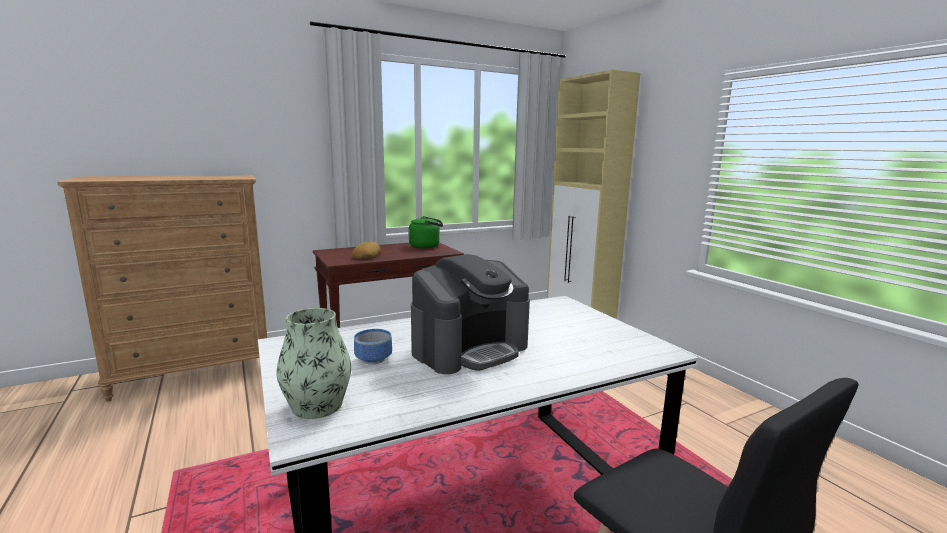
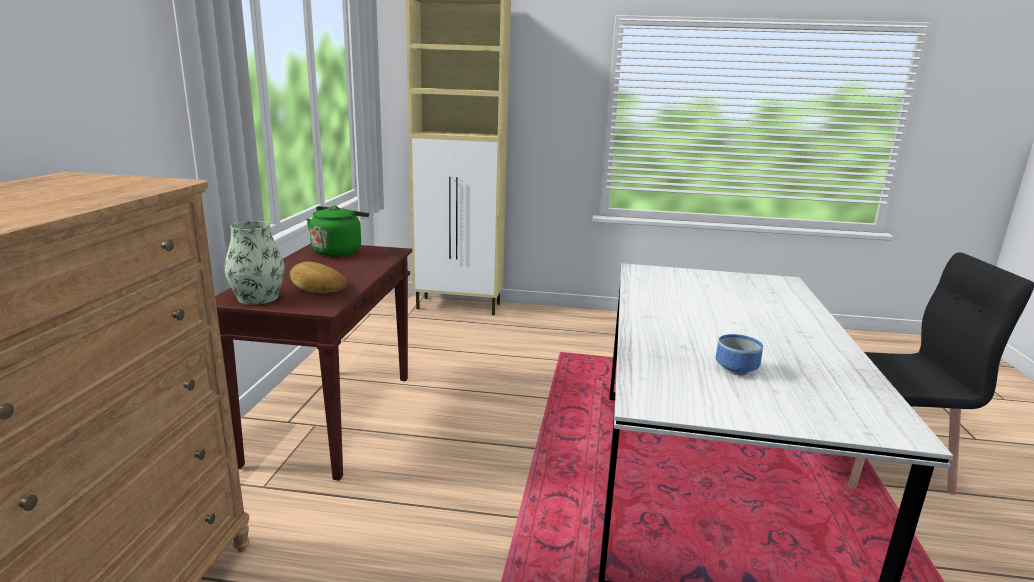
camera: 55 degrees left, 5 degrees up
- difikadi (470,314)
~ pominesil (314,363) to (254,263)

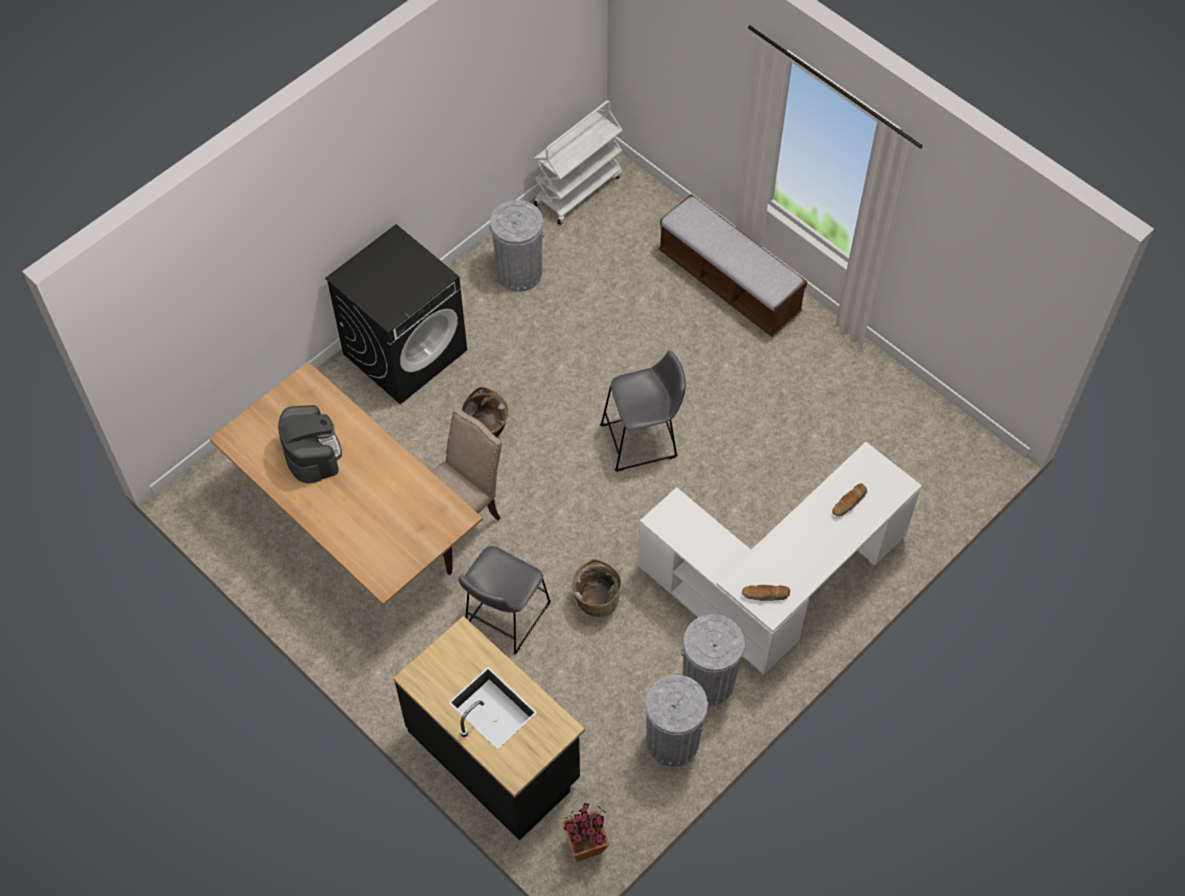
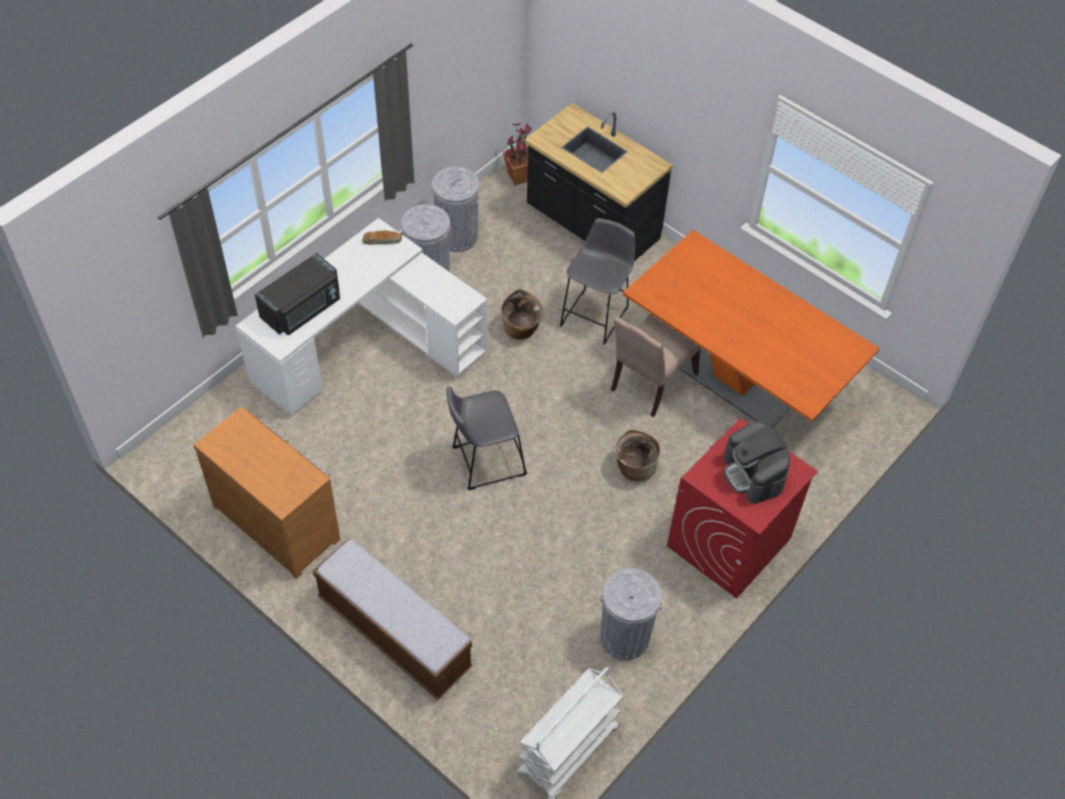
camera: 175 degrees right, 5 degrees down
~ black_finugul (396,314) to red_finugul (742,508)
~ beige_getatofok (346,483) to orange_getatofok (751,329)
~ difikadi (310,444) to (756,462)
~ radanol (849,499) to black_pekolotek (297,294)
+ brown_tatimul (266,493)

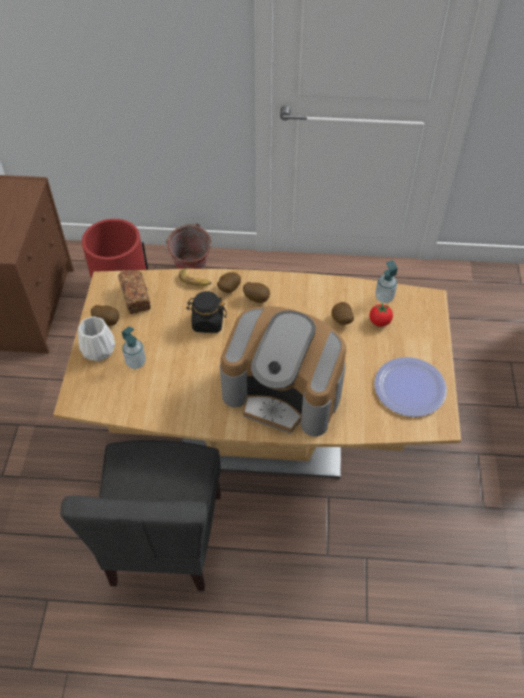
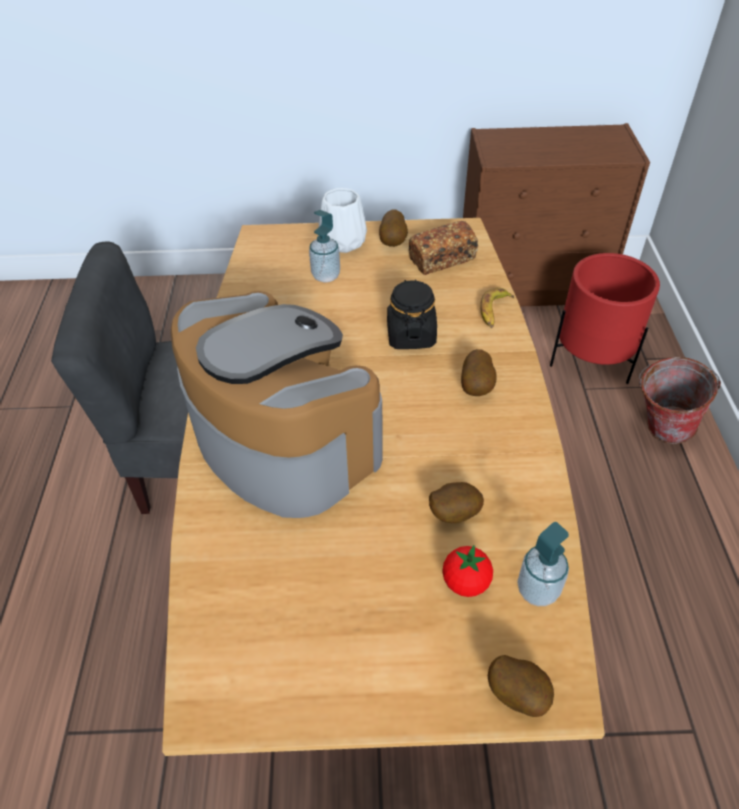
camera: 85 degrees right, 5 degrees down
~ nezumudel (229,282) to (521,686)
~ difikadi (283,371) = (276,404) 120 degrees clockwise
- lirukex (410,387)

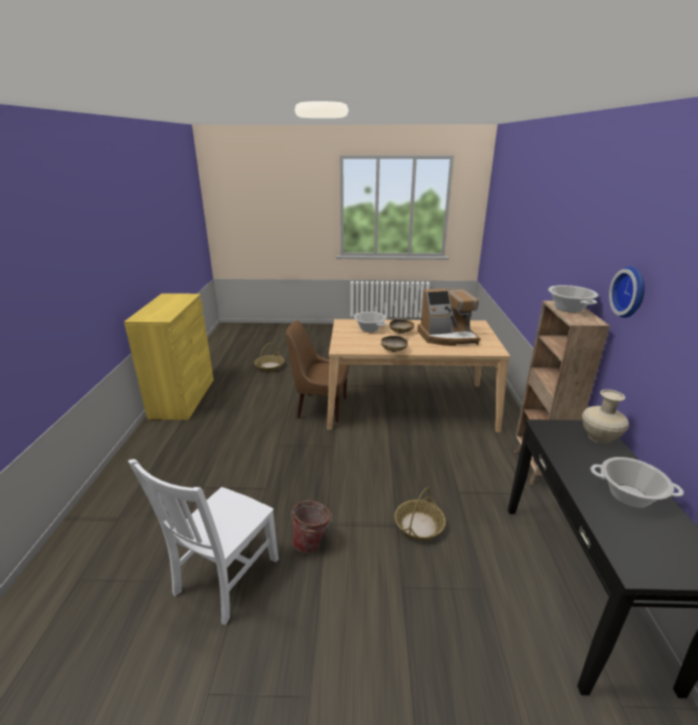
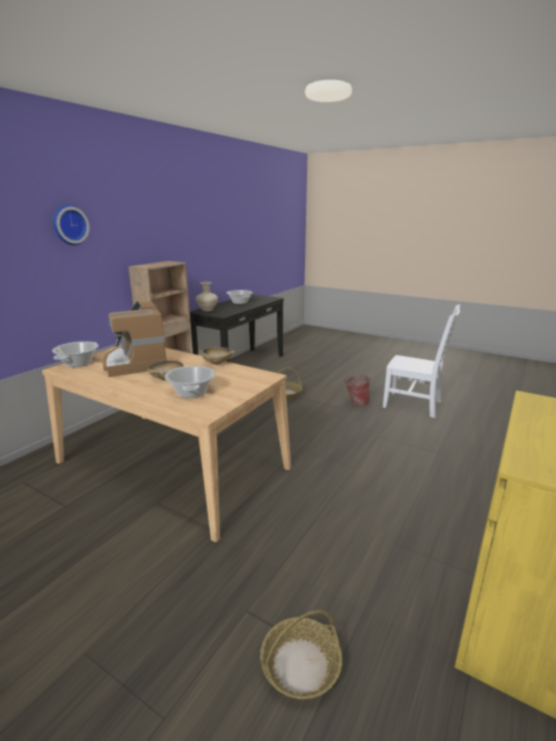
camera: 150 degrees left, 5 degrees down
~ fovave (627,292) to (71,225)
~ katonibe (573,299) to (75,354)
~ difikadi (449,317) = (135,339) 135 degrees counterclockwise
- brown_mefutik (317,371)
~ white_mefutik (203,542) = (421,361) 60 degrees clockwise

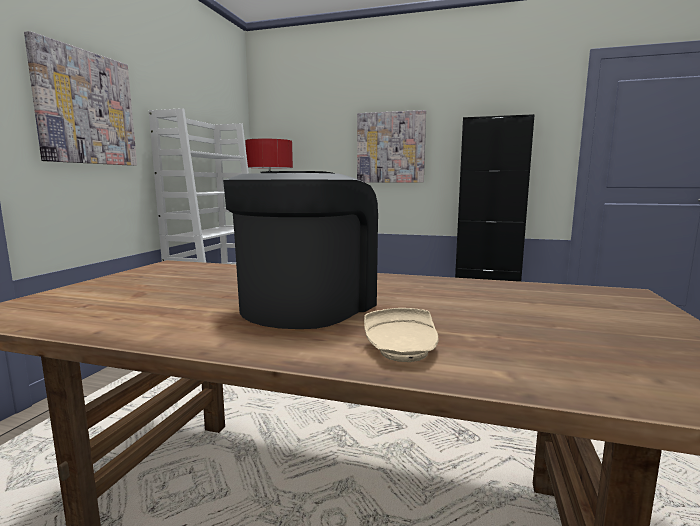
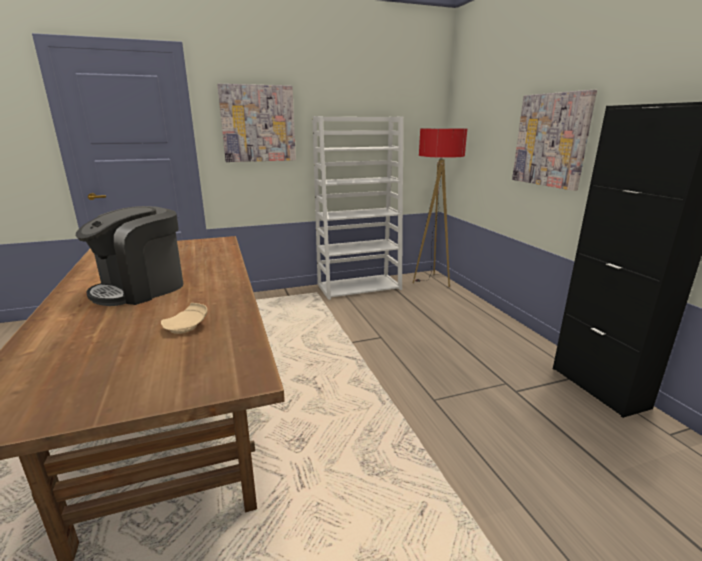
camera: 55 degrees right, 10 degrees up
~ difikadi (300,250) = (129,256) 135 degrees clockwise
~ beige_lirukex (401,335) to (184,318)

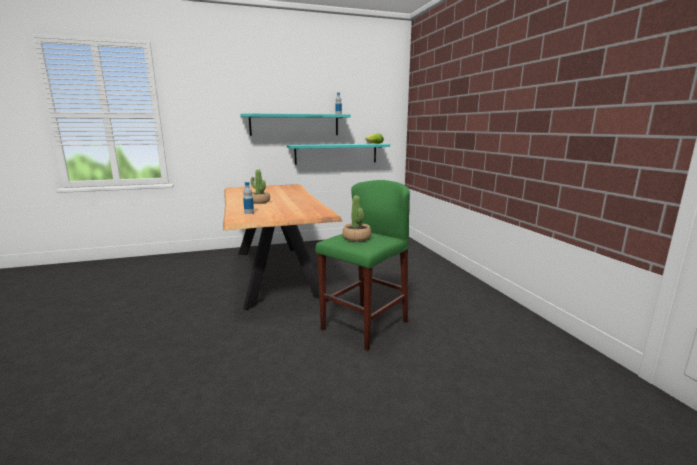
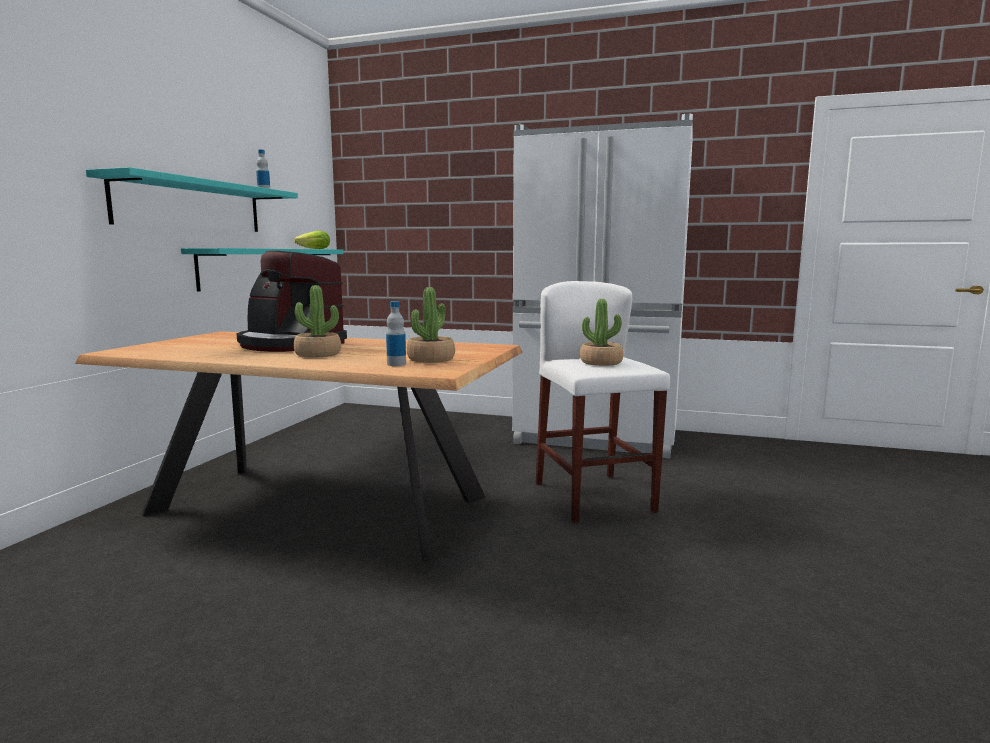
camera: 55 degrees left, 5 degrees down
~ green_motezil (362,265) to white_motezil (603,402)
+ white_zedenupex (602,285)
+ difikadi (291,301)
+ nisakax (431,325)

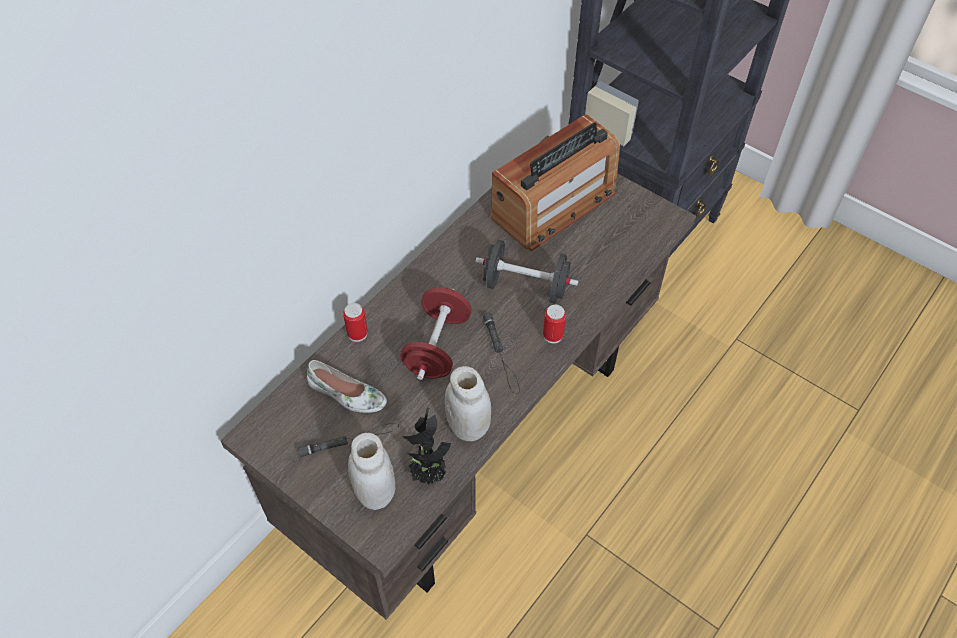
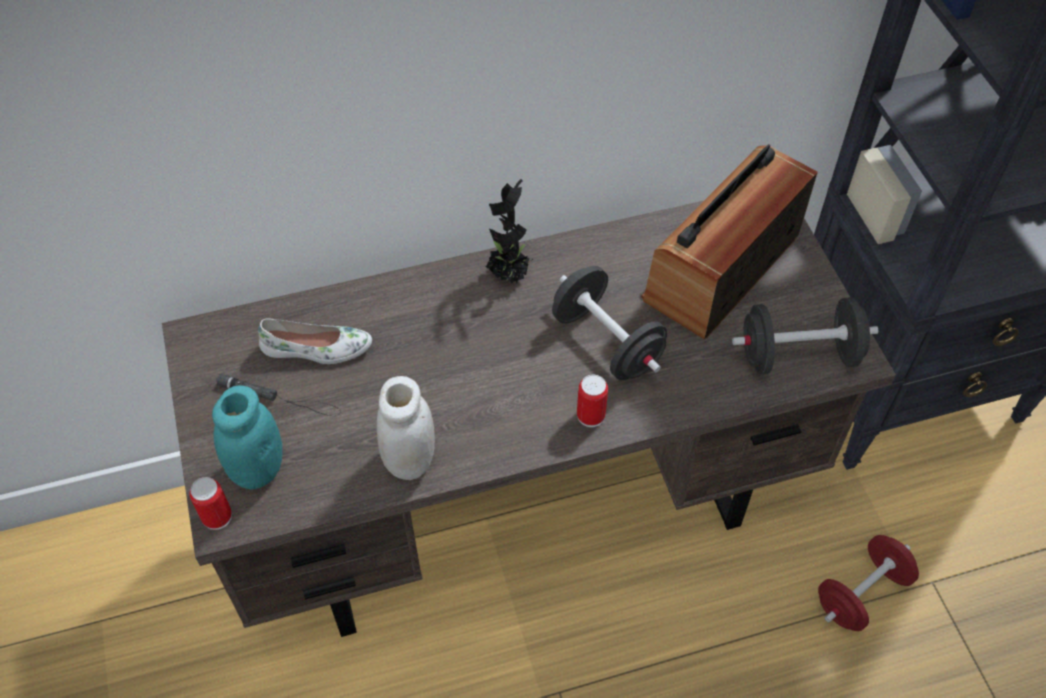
camera: 35 degrees right, 0 degrees up
~ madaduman (555,182) = (729,241) 135 degrees clockwise
~ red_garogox (436,334) to (868,583)
~ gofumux (355,322) to (210,503)
- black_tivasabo (501,353)
~ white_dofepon (347,386) = (315,341) 60 degrees counterclockwise
~ nisakax (426,446) to (509,231)
~ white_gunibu (372,471) to turquoise_gunibu (247,438)
+ black_garogox (805,335)

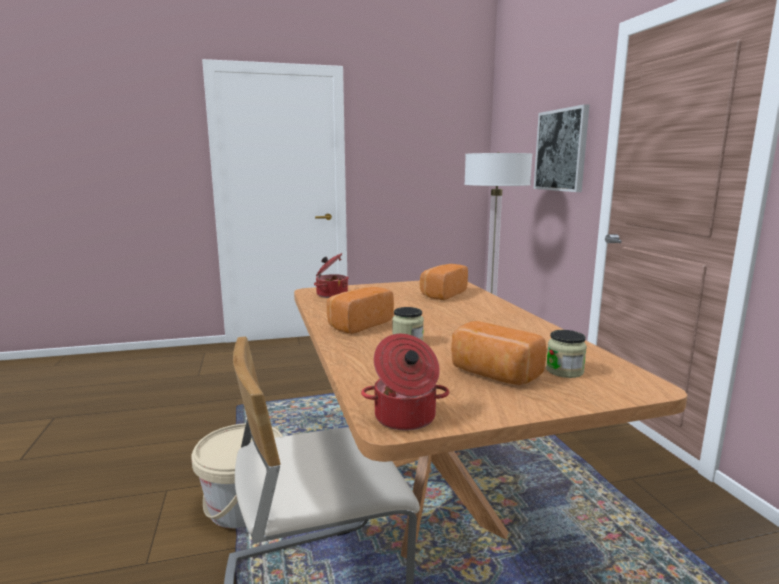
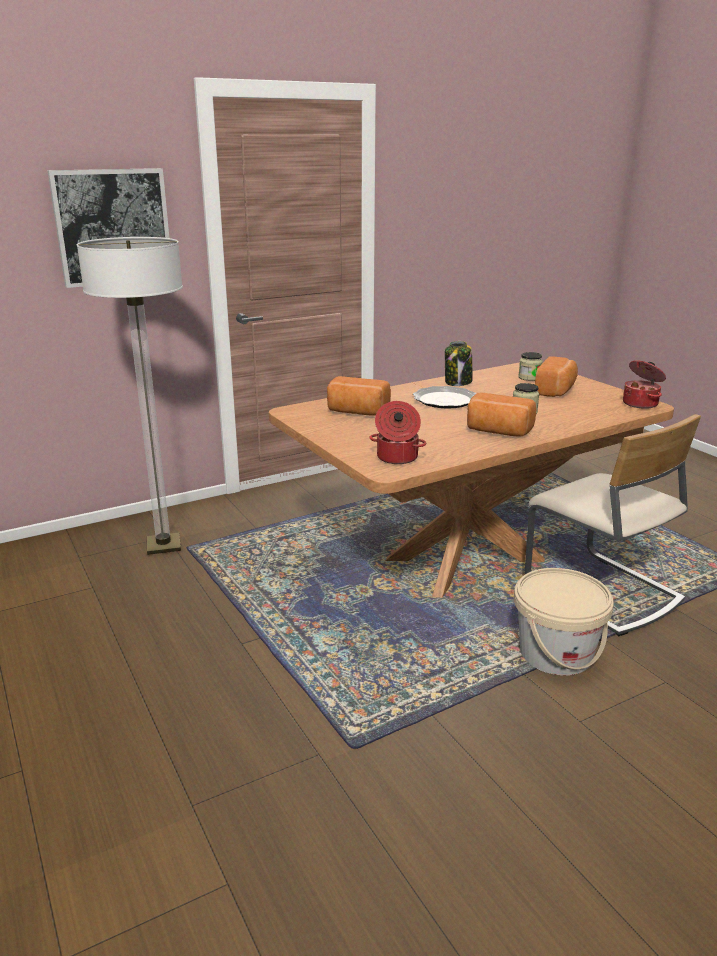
camera: 105 degrees left, 10 degrees up
+ gunibu (458,363)
+ lirukex (444,397)

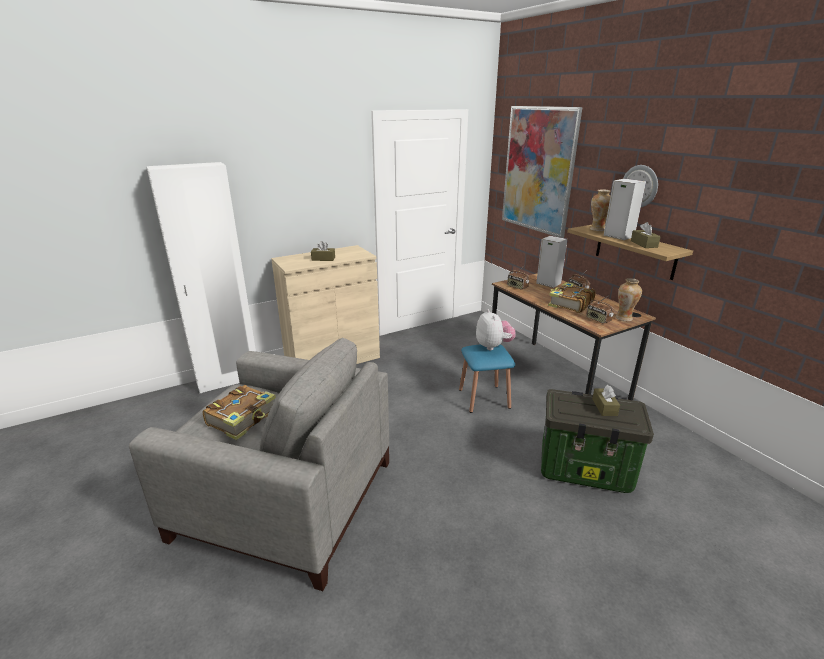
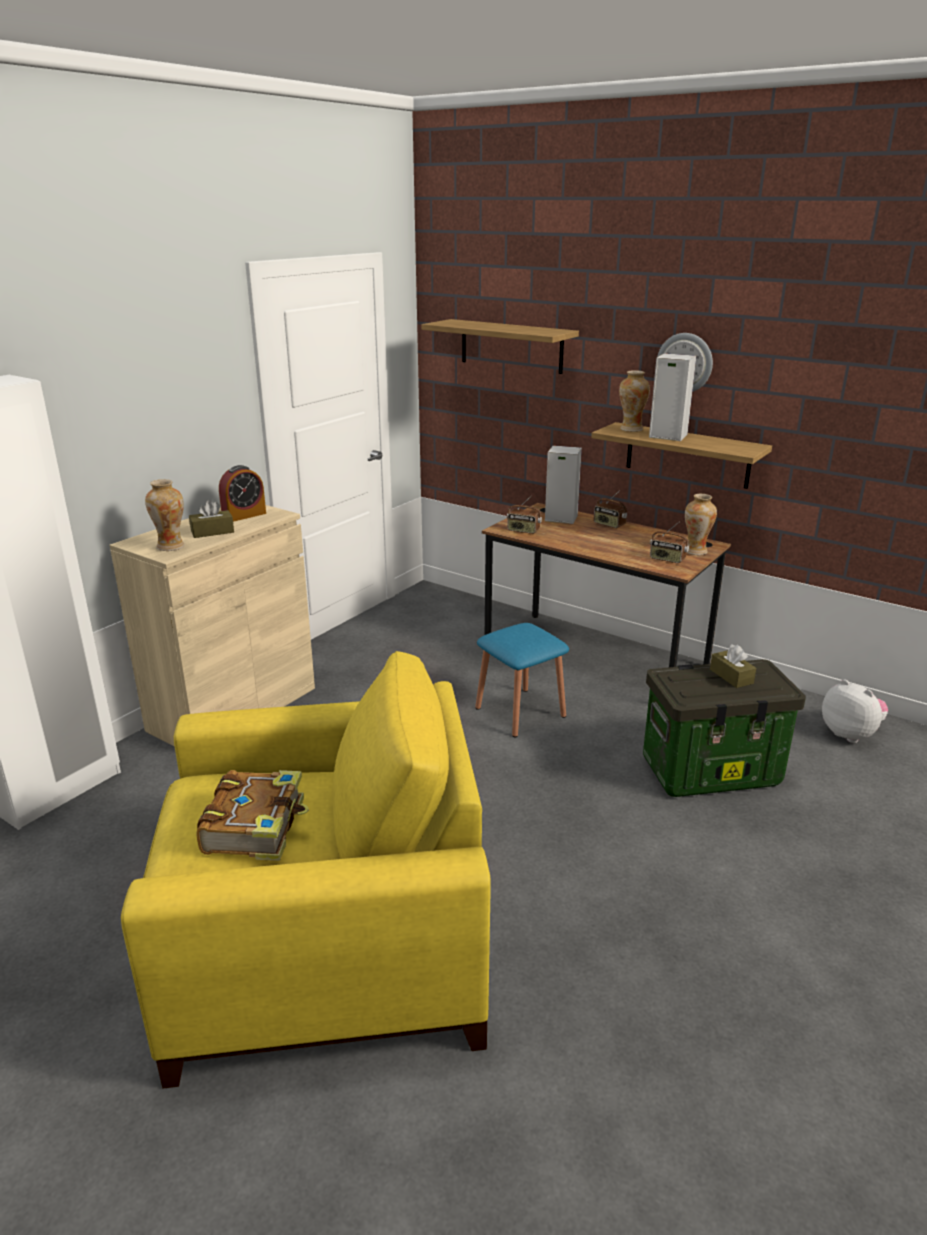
camera: 25 degrees left, 0 degrees up
~ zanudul (542,172) to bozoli (500,346)
- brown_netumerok (646,235)
- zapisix (572,297)
~ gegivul (496,329) to (855,711)
~ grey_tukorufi (259,464) to yellow_tukorufi (306,870)
+ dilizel (242,493)
+ pominesil (164,515)

